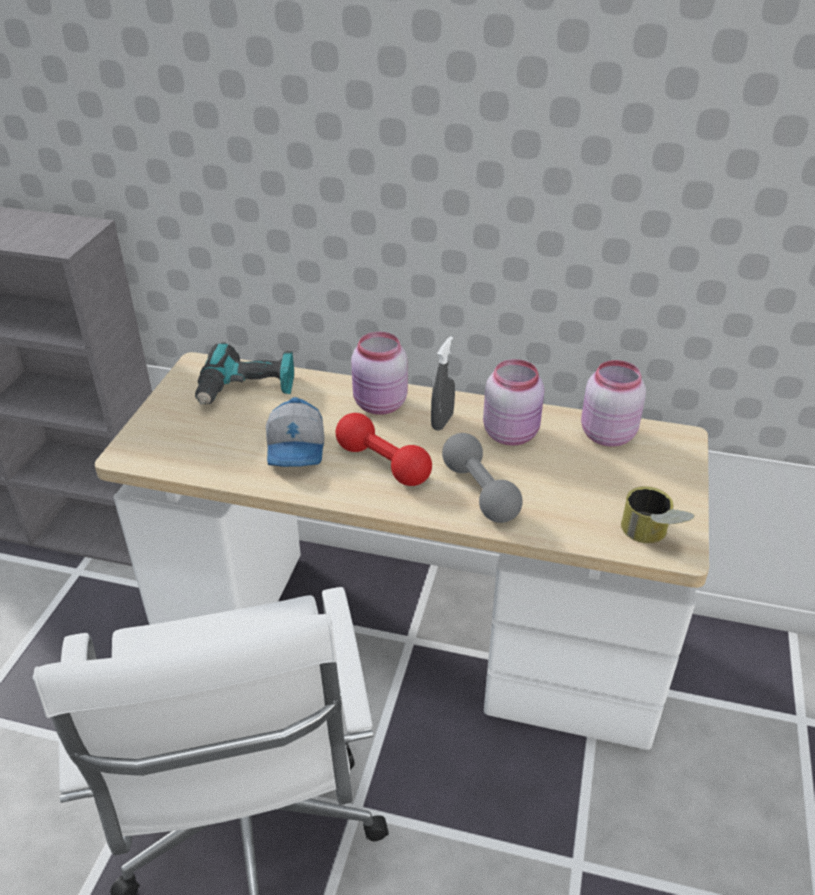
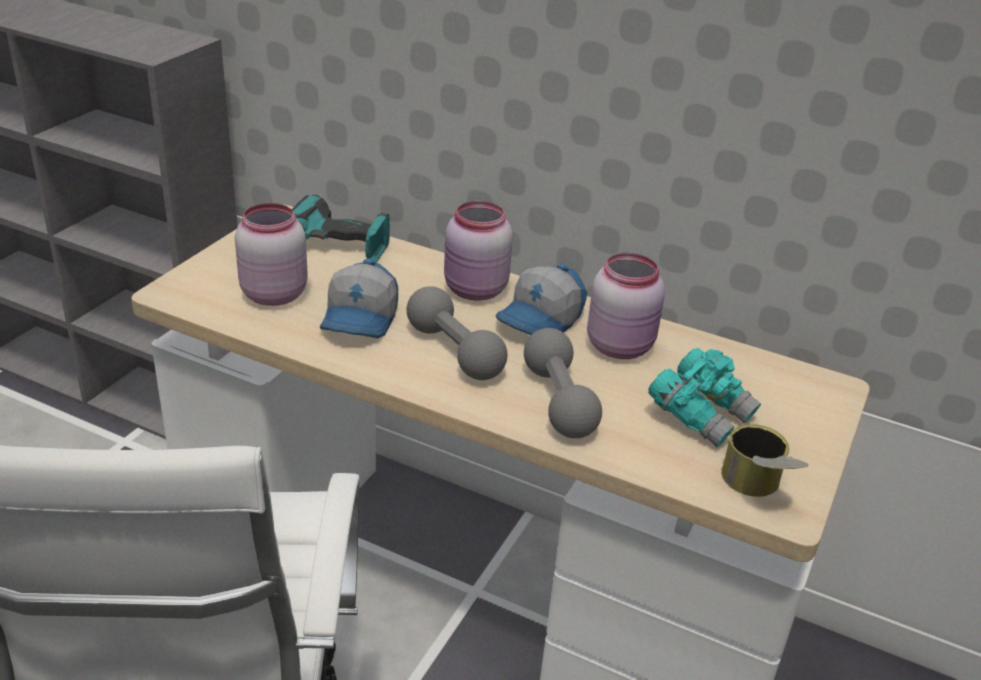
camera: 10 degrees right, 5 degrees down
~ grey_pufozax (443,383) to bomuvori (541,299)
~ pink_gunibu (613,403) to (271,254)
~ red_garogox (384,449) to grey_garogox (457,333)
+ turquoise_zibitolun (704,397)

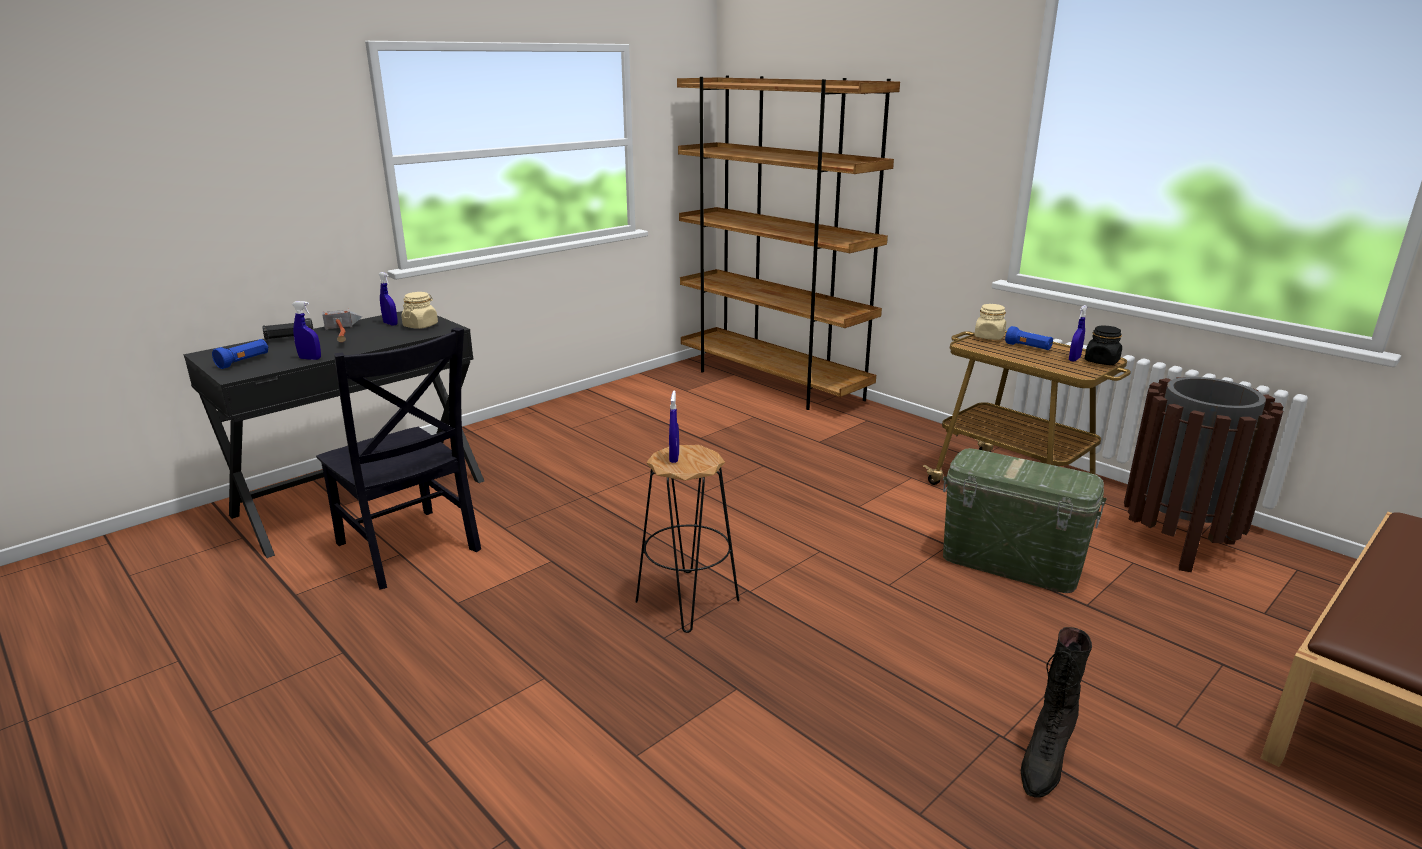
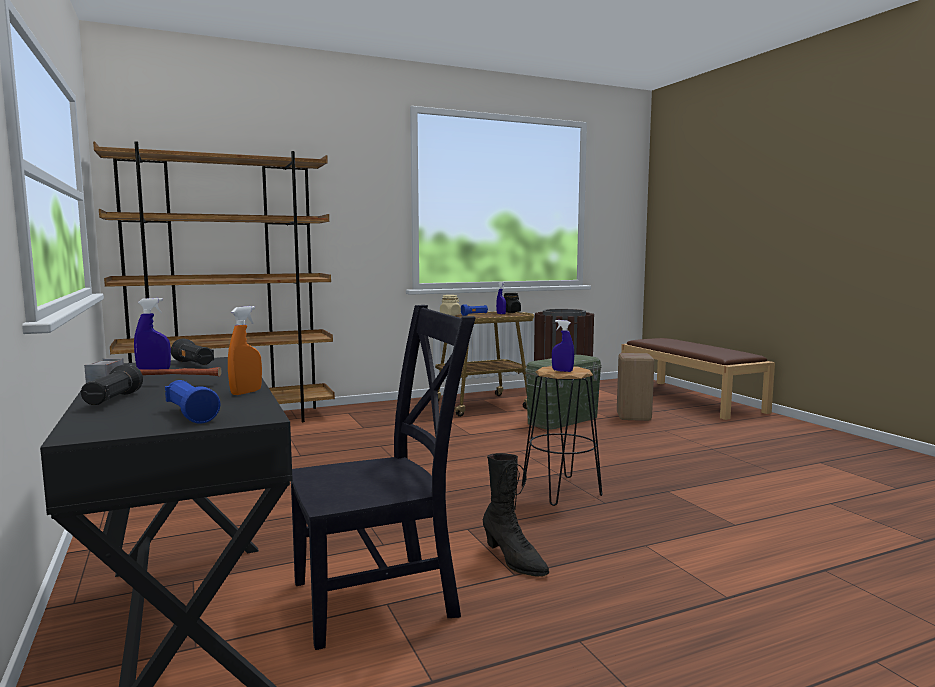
camera: 70 degrees left, 15 degrees down
~ beige_gunibu (420,310) to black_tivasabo (192,352)
~ blue_pufozax (306,330) to orange_pufozax (245,350)
~ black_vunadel (1056,712) to (516,515)
+ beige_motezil (635,387)

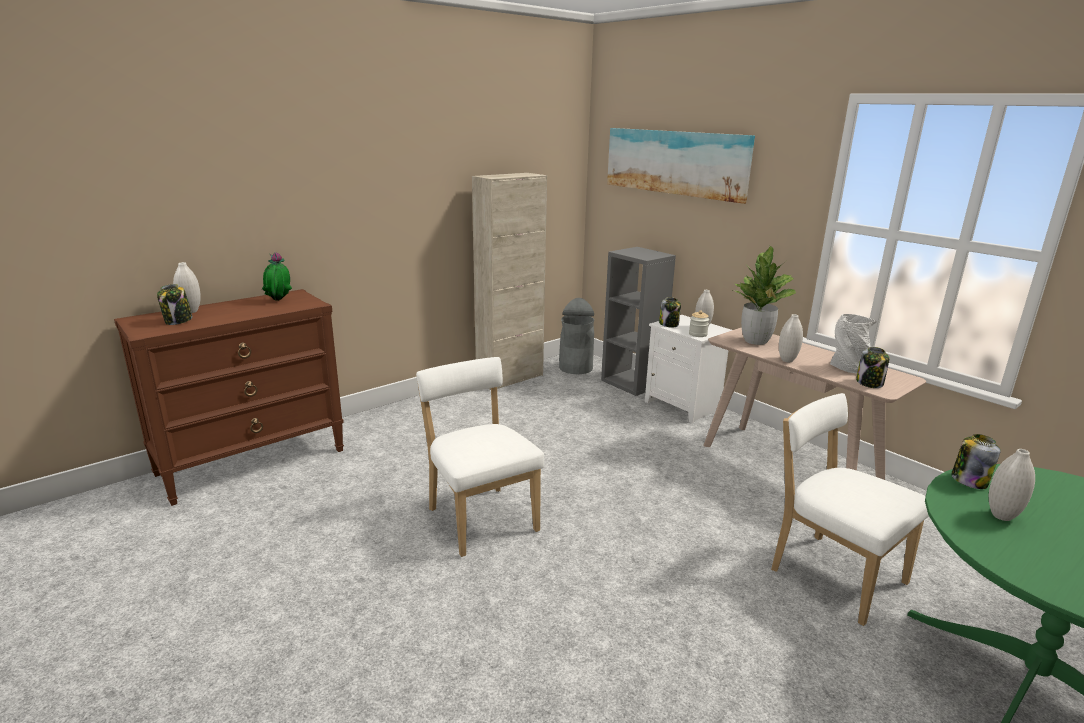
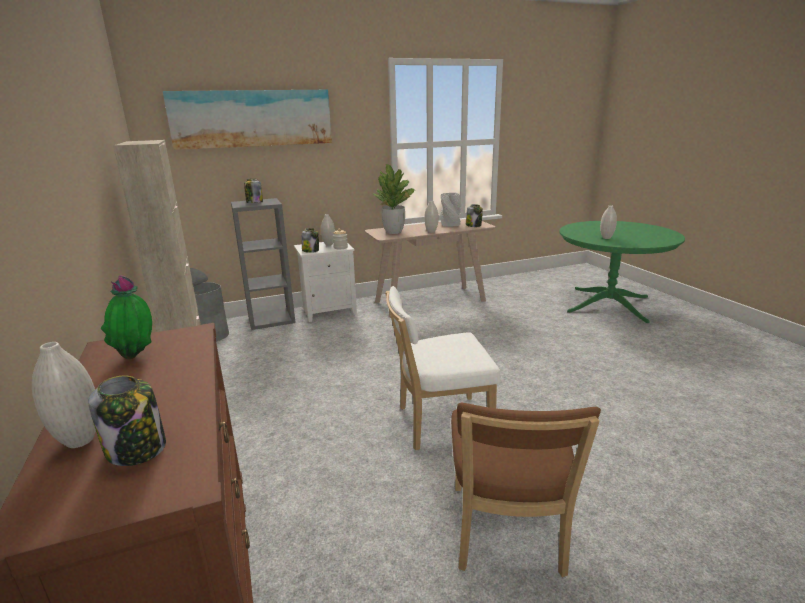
camera: 70 degrees left, 0 degrees up
- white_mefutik (850,509)
~ gunibu (976,461) to (253,191)
+ brown_mefutik (526,490)

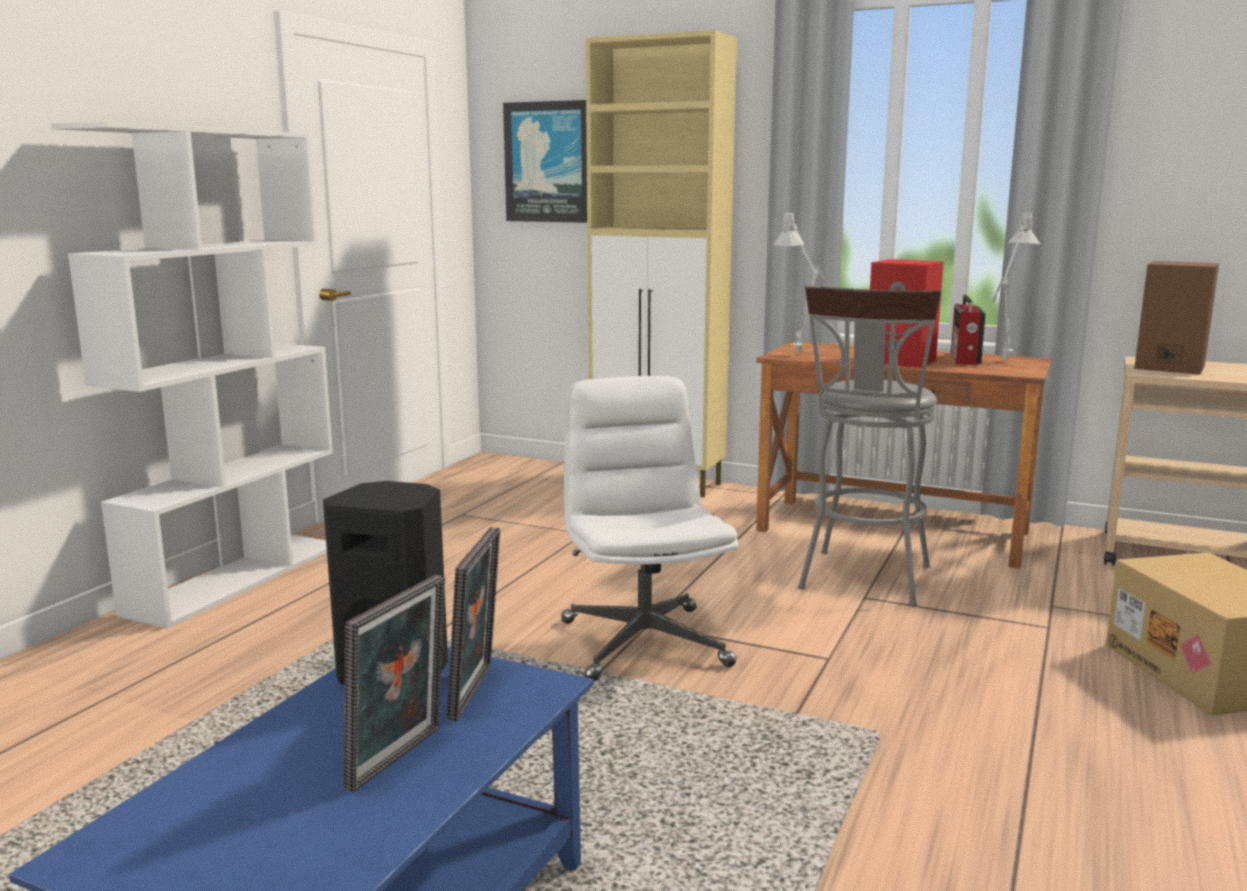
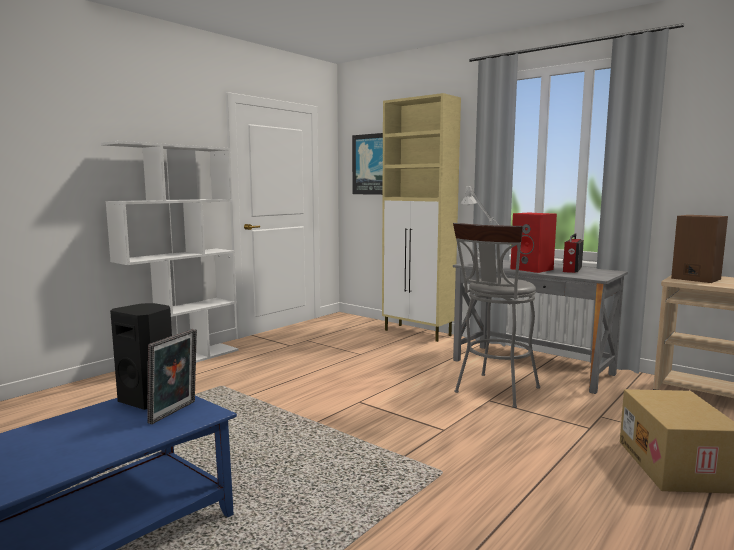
camera: 15 degrees right, 5 degrees down
- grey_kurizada (1016,285)
~ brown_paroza (904,454) to grey_paroza (540,326)
- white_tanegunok (650,528)
- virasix (394,683)

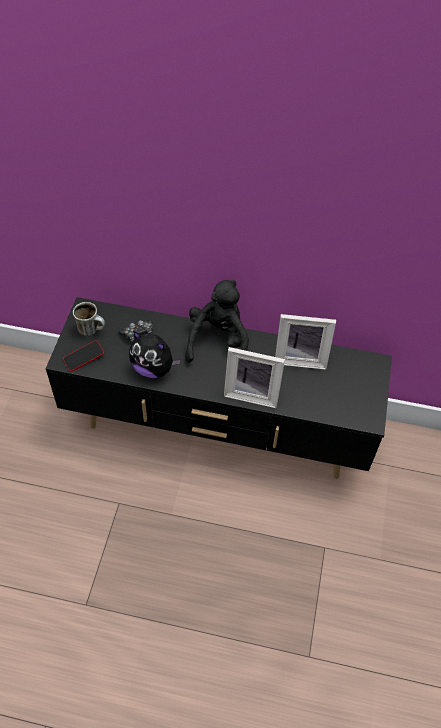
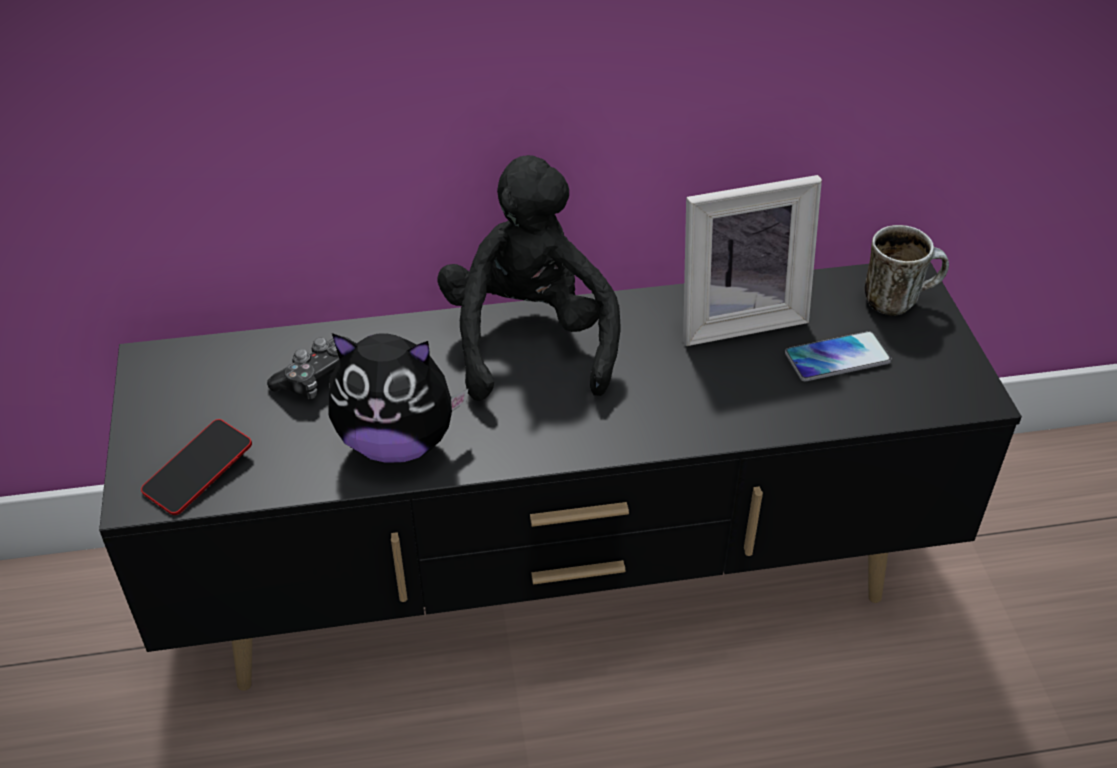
camera: 20 degrees left, 10 degrees down
~ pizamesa (89,319) to (907,270)
- virasix (254,377)
+ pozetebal (838,356)

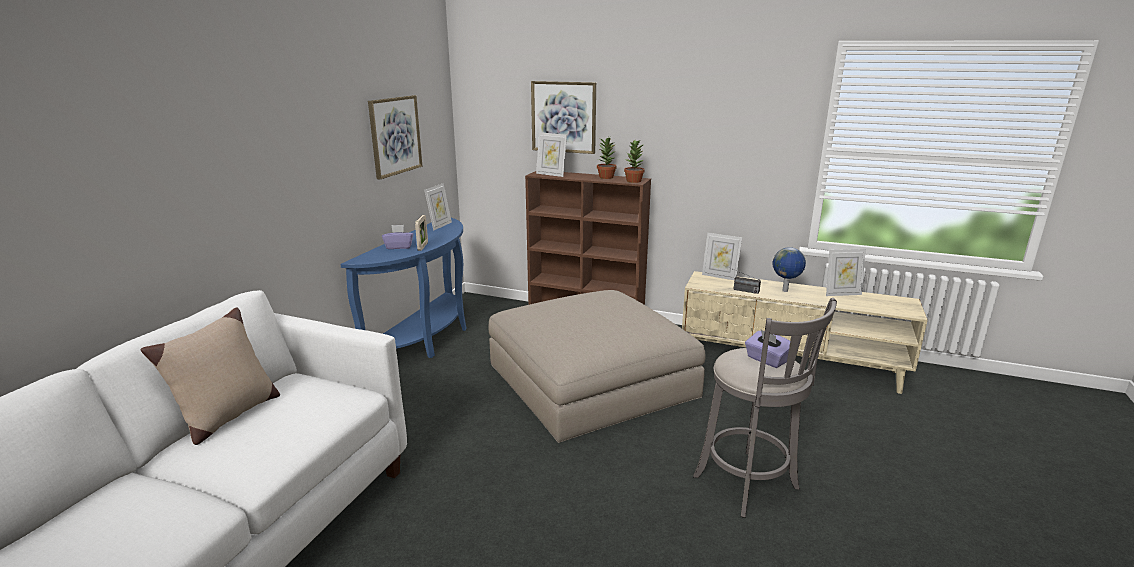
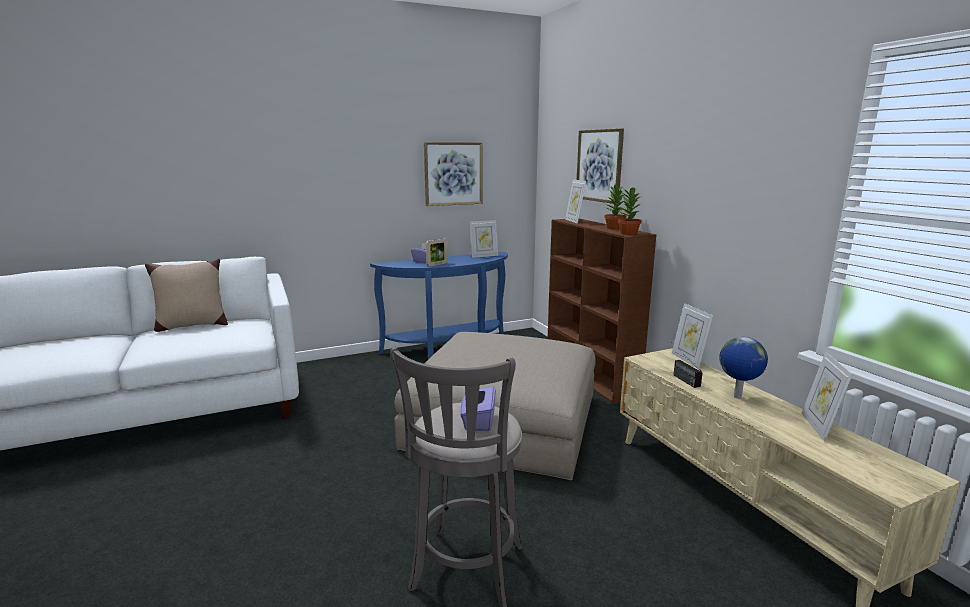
camera: 45 degrees right, 5 degrees down
~ virasix (846,272) = (827,397) 60 degrees clockwise

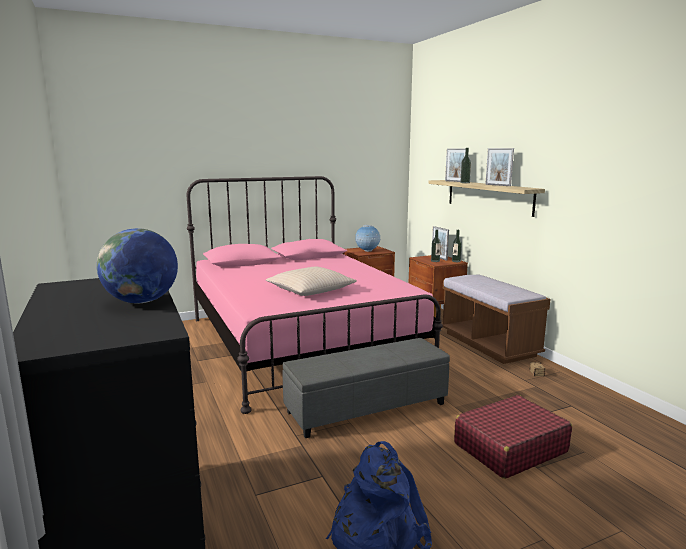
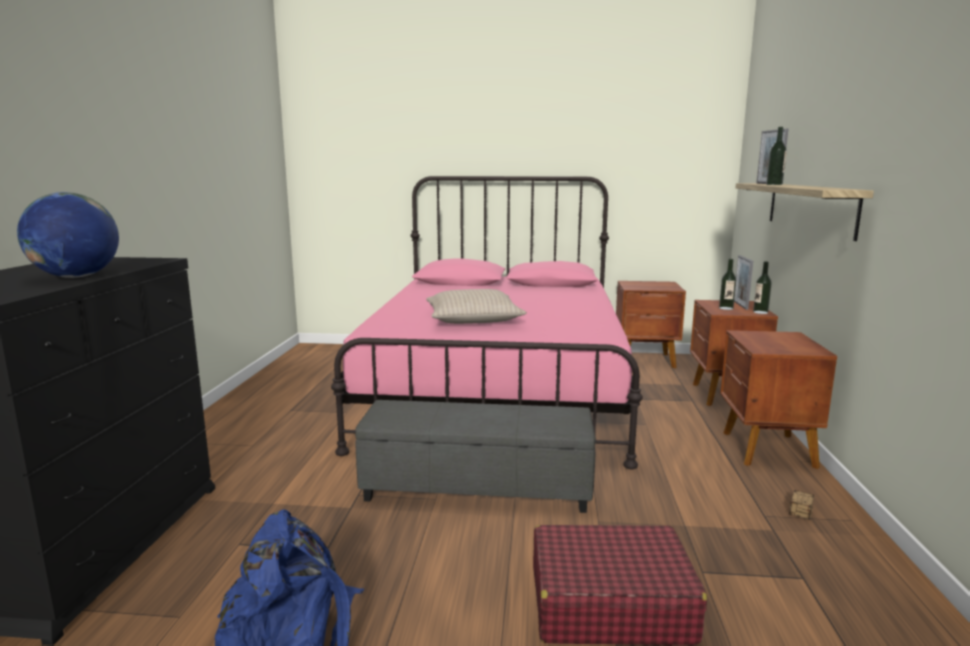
camera: 30 degrees right, 0 degrees up
- virasix (499,167)
- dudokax (368,238)
~ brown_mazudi (496,319) to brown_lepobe (778,399)

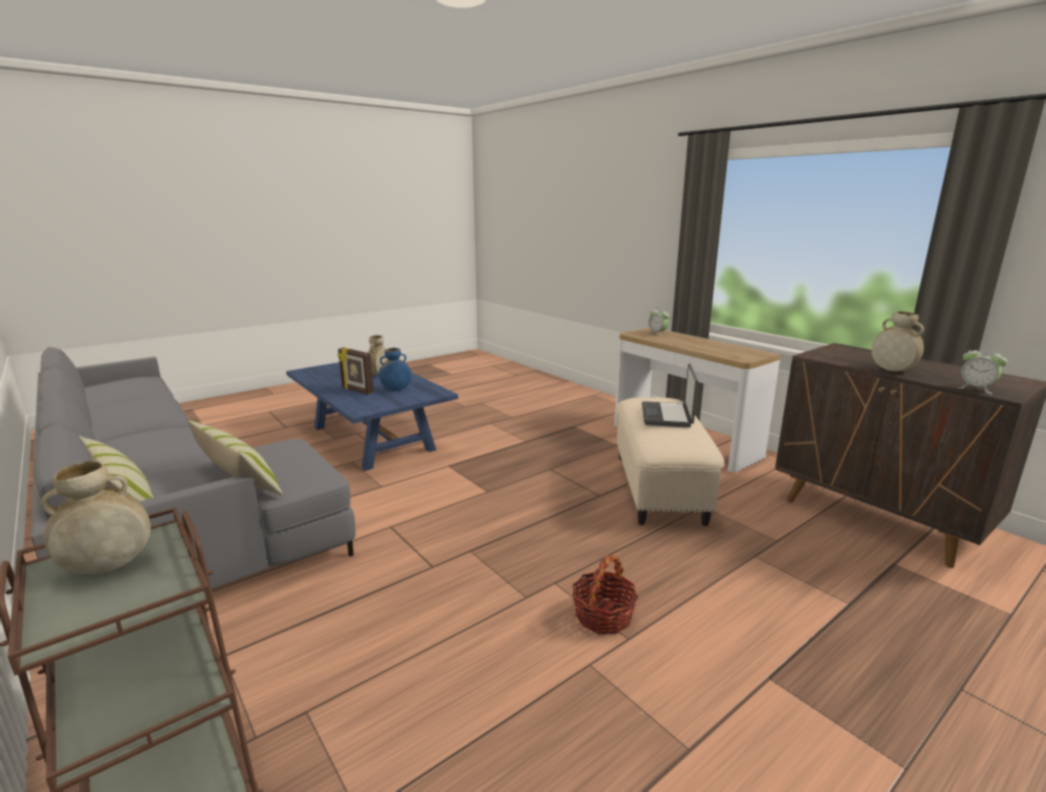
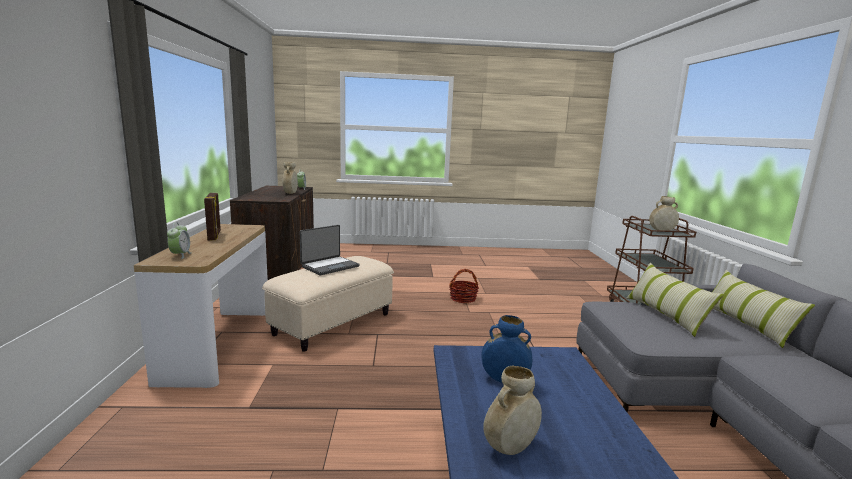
camera: 145 degrees left, 5 degrees down
~ virasix (355,371) to (212,217)

